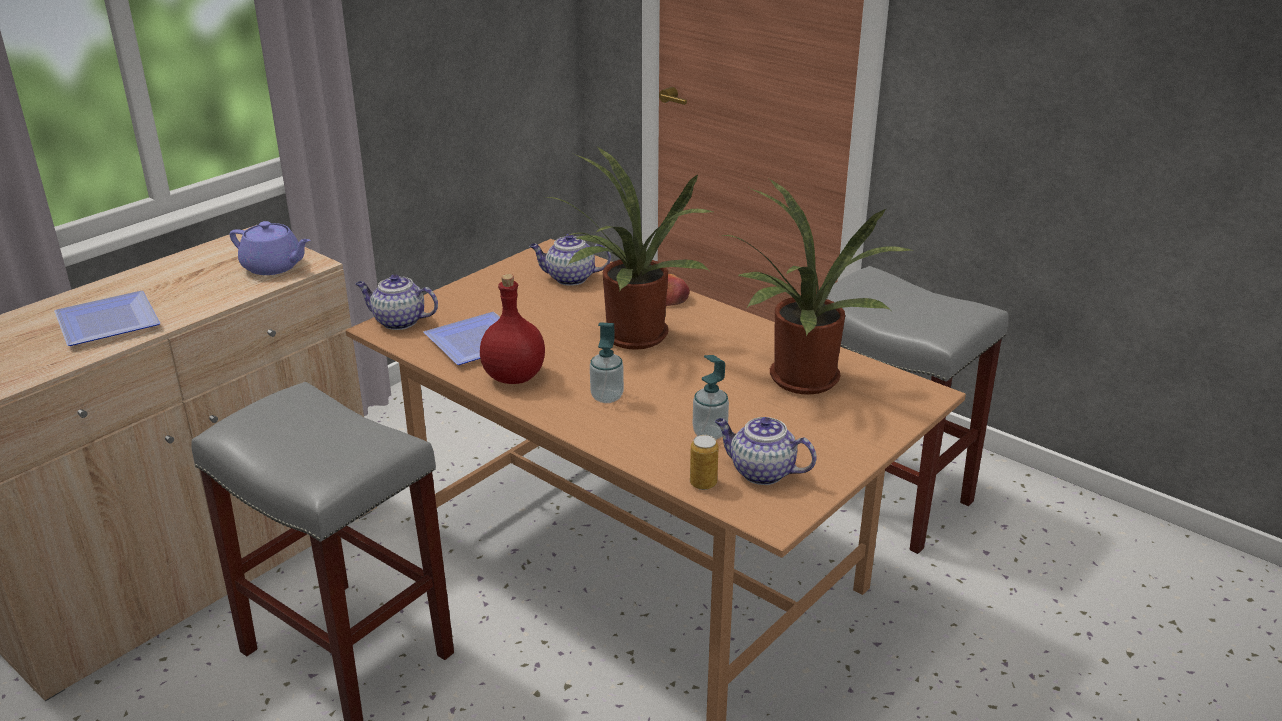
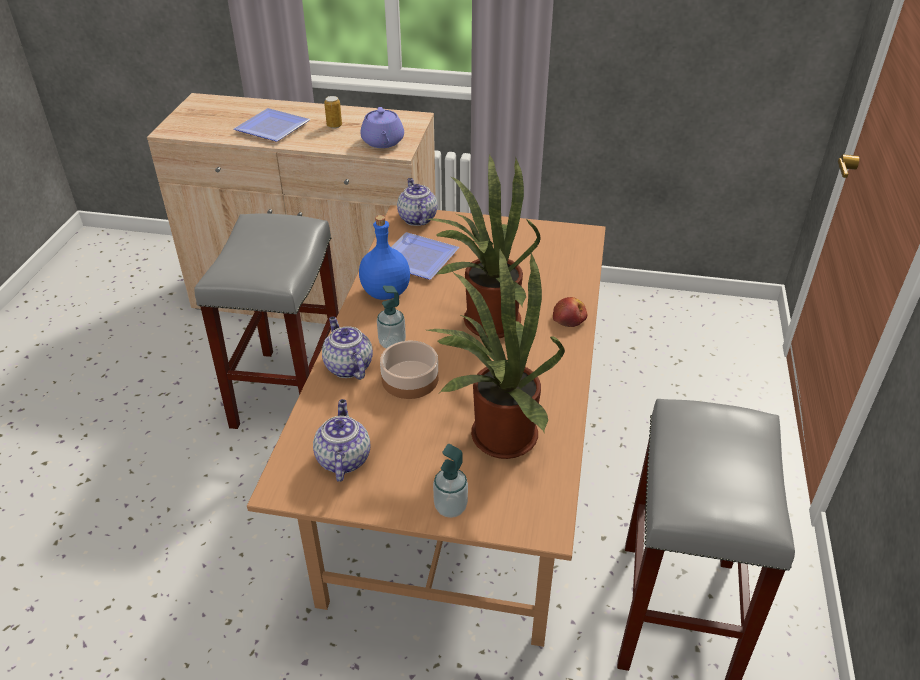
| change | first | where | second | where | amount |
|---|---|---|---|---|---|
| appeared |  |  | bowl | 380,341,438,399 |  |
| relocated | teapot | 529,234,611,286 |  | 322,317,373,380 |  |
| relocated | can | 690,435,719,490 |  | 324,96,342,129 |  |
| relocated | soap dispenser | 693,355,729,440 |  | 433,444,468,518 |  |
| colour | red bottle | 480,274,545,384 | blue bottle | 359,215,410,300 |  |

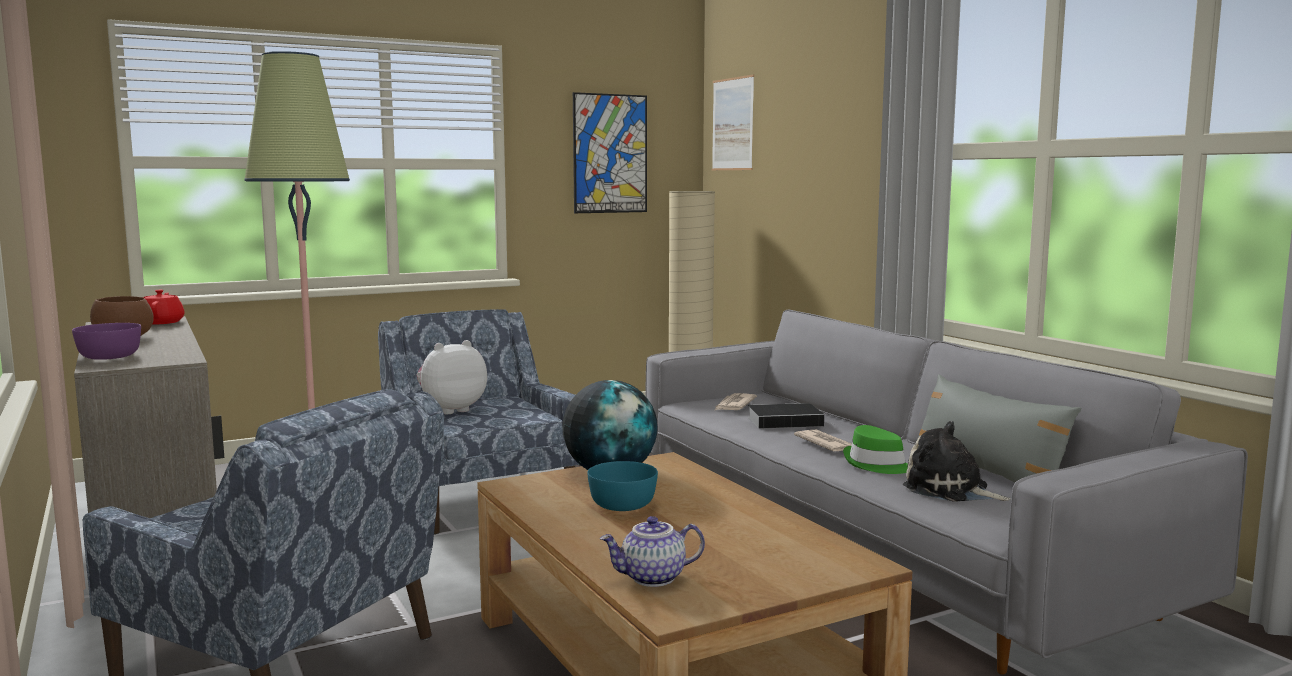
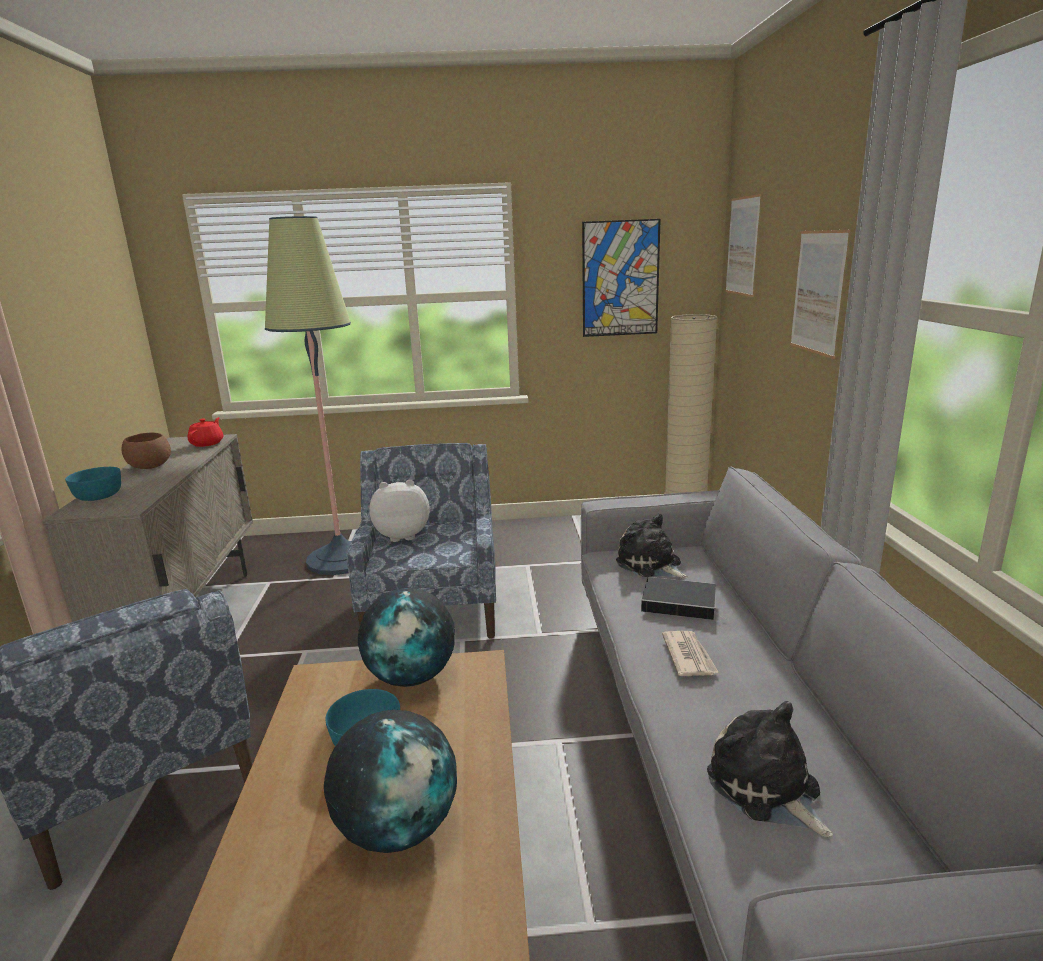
| change | first | where | second | where | amount |
|---|---|---|---|---|---|
| missing | teapot | 600,516,705,587 |  |  |  |
| missing | green hat | 843,425,908,474 |  |  |  |
| missing | grey pillow | 917,374,1081,482 |  |  |  |
| appeared |  |  | globe | 324,710,457,853 |  |
| appeared |  |  | picture | 790,230,850,359 |  |
| exchanged | newspaper | 715,393,757,410 | plush toy | 616,514,688,579 |  |
| colour | purple bowl | 72,323,141,360 | turquoise bowl | 65,467,121,501 |  |

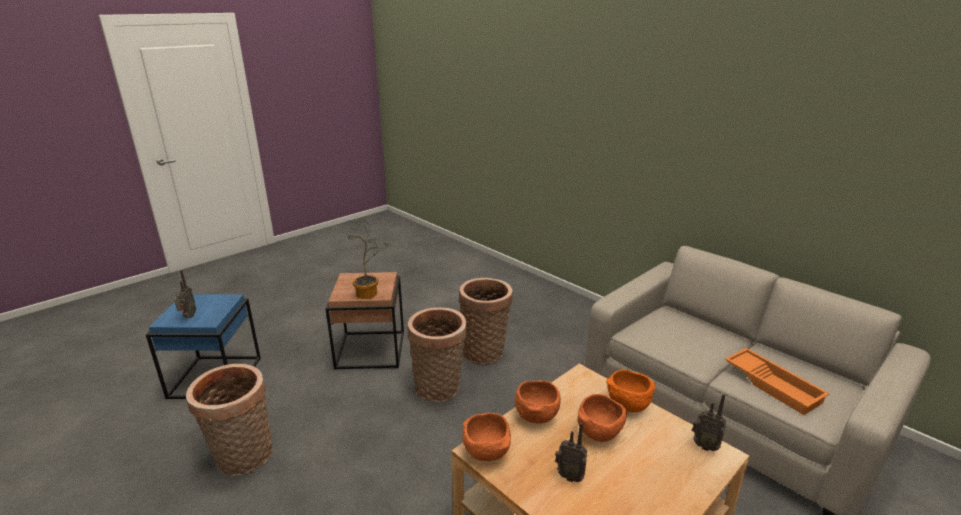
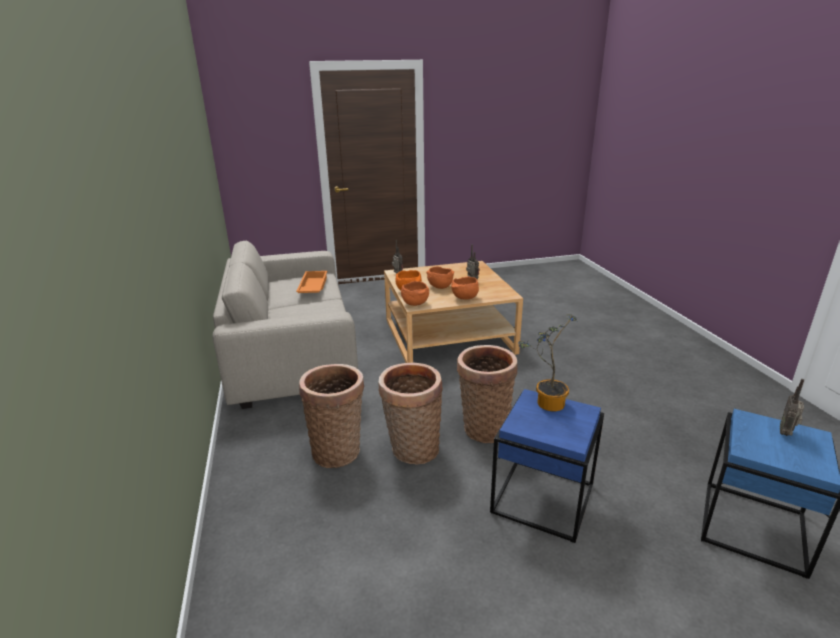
| change | first | where | second | where | amount |
|---|---|---|---|---|---|
| relocated | basket | 186,364,273,476 |  | 299,364,364,468 |  |
| relocated | orange bowl | 462,413,511,461 |  | 401,281,429,306 |  |
| colour | brown side table | 325,272,404,370 | blue side table | 490,389,604,543 |  |

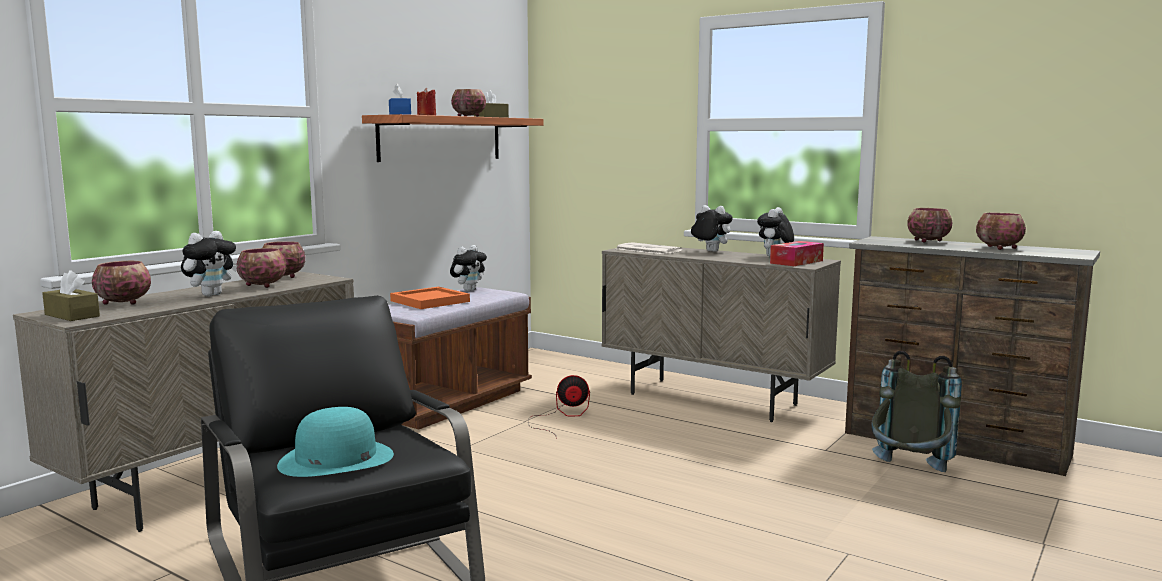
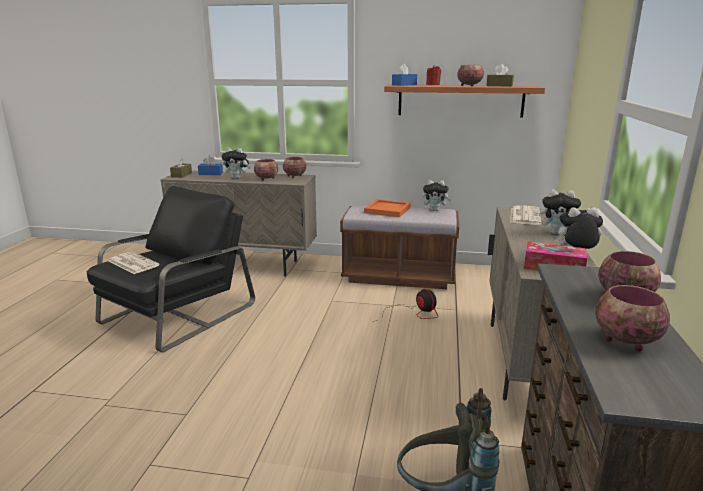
| change | first | where | second | where | amount |
|---|---|---|---|---|---|
| exchanged | bowl | 92,261,151,305 | blue tissue box | 198,156,223,175 |  |
| exchanged | turquoise hat | 277,407,394,477 | newspaper | 108,252,160,274 |  |
| spun | plush toy | 691,205,733,252 |  | 540,189,581,234 | 90 degrees clockwise |

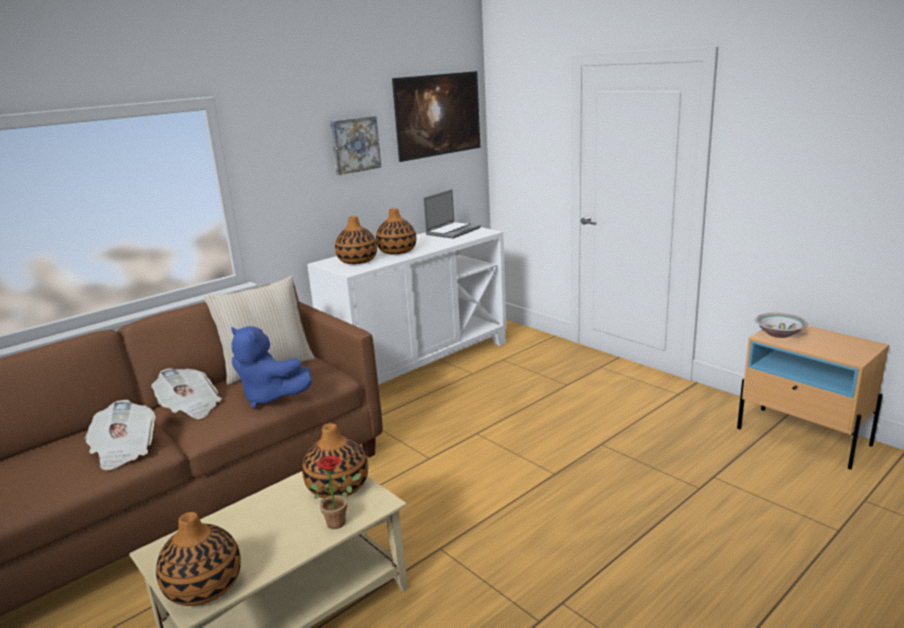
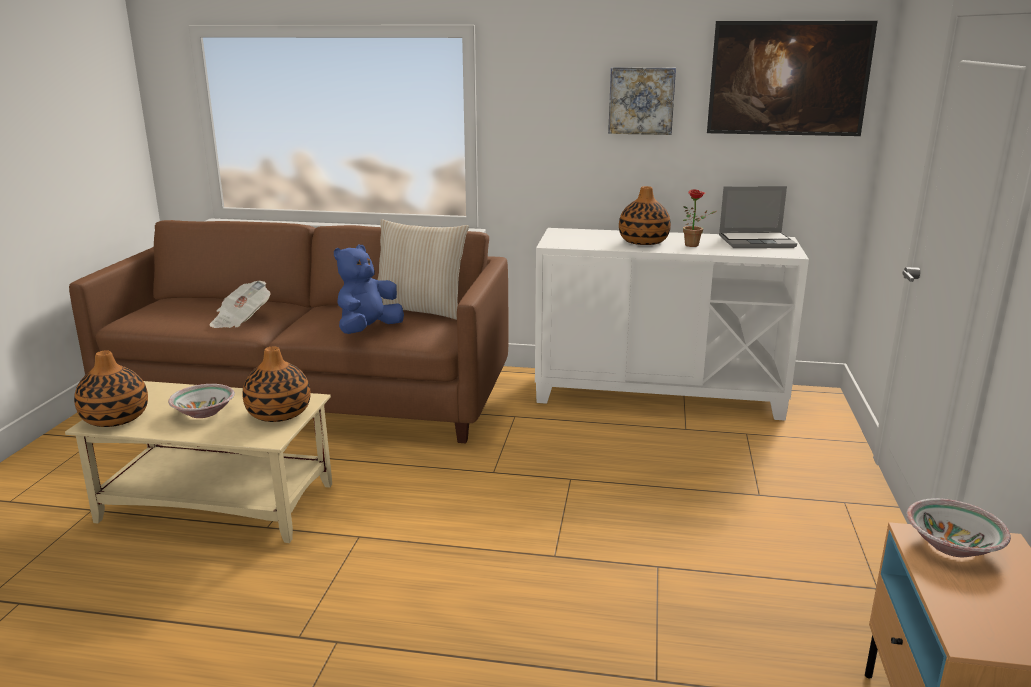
| change | first | where | second | where | amount |
|---|---|---|---|---|---|
| missing | newspaper | 152,368,221,419 |  |  |  |
| missing | vase | 335,216,377,264 |  |  |  |
| appeared |  |  | bowl | 168,384,235,418 |  |
| relocated | potted plant | 311,456,362,529 |  | 683,189,716,247 |  |
| spun | blue plush toy | 231,326,312,409 |  | 334,245,404,334 | 45 degrees clockwise |

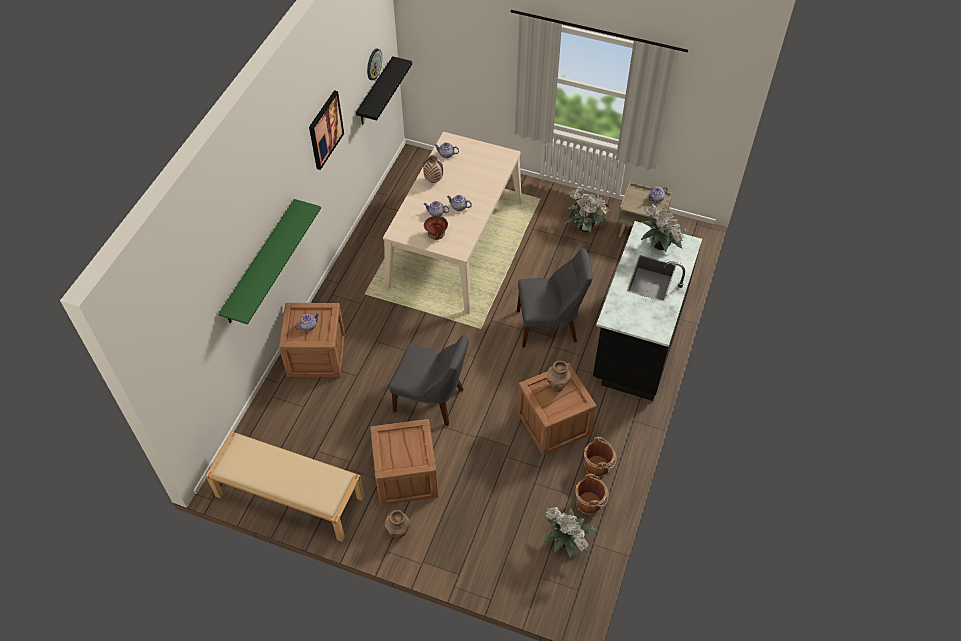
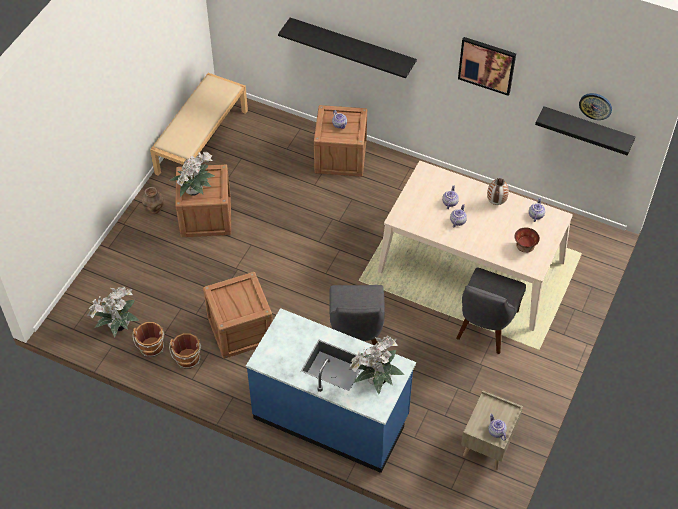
| change | first | where | second | where | amount |
|---|---|---|---|---|---|
| missing | brown vase | 547,361,572,392 |  |  |  |
| relocated | grey chair | 390,334,469,426 |  | 456,268,526,354 |  |
| relocated | bowl | 424,216,448,240 |  | 515,227,540,253 |  |
| relocated | potted plant | 566,187,609,232 |  | 170,152,214,197 |  |
| colour | green shelf | 218,199,321,325 | black shelf | 278,18,417,78 |  |
| colour | black counter | 593,221,702,401 | blue counter | 246,308,416,473 |  |

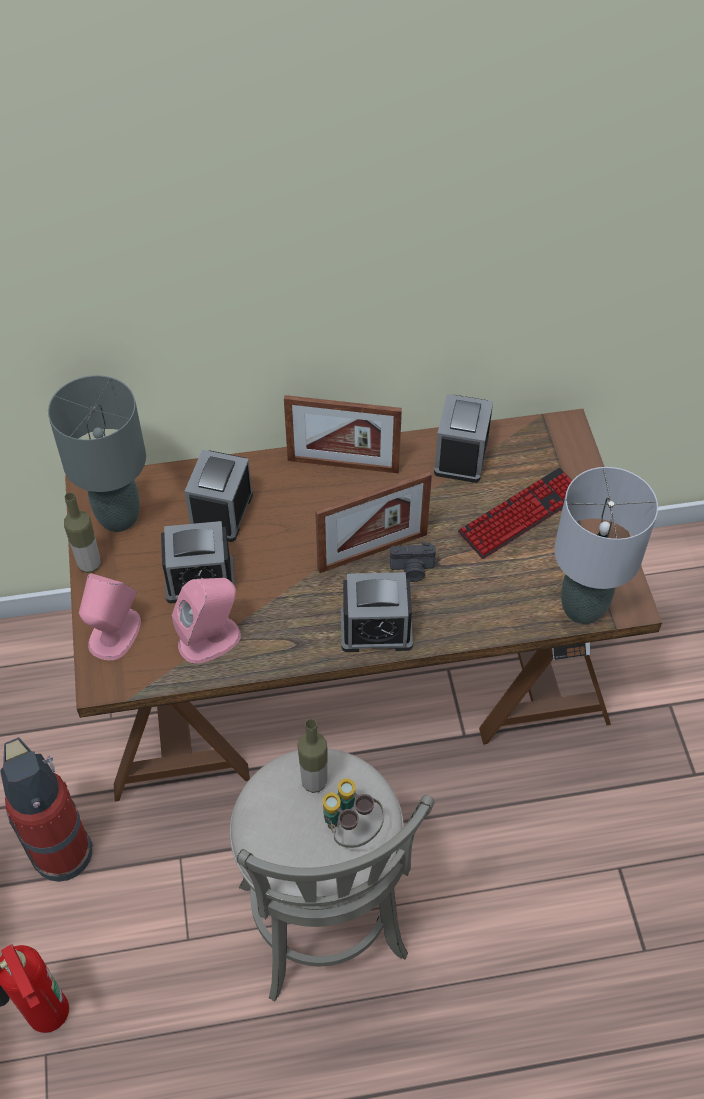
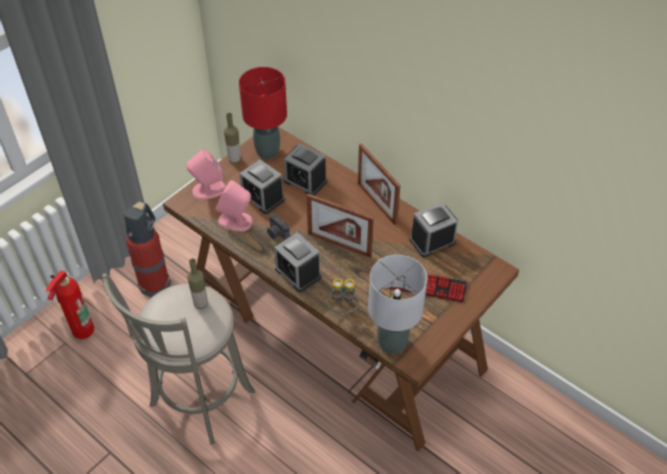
| change | first | where | second | where | amount |
|---|---|---|---|---|---|
| relocated | binoculars | 323,778,384,848 |  | 326,278,359,314 |  |
| relocated | photo camera | 390,542,436,582 |  | 267,213,290,239 |  |
| colour | grey table lamp | 48,375,146,532 | red table lamp | 239,67,287,159 |  |
| spun | alarm clock | 184,450,253,542 |  | 284,143,327,196 | 120 degrees counterclockwise |

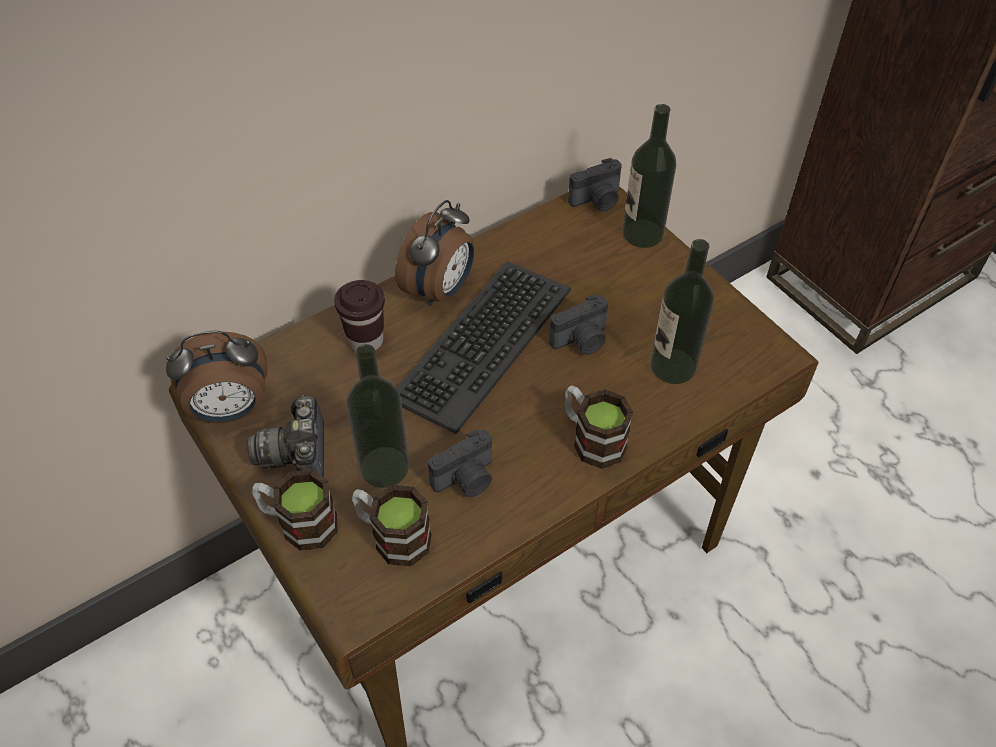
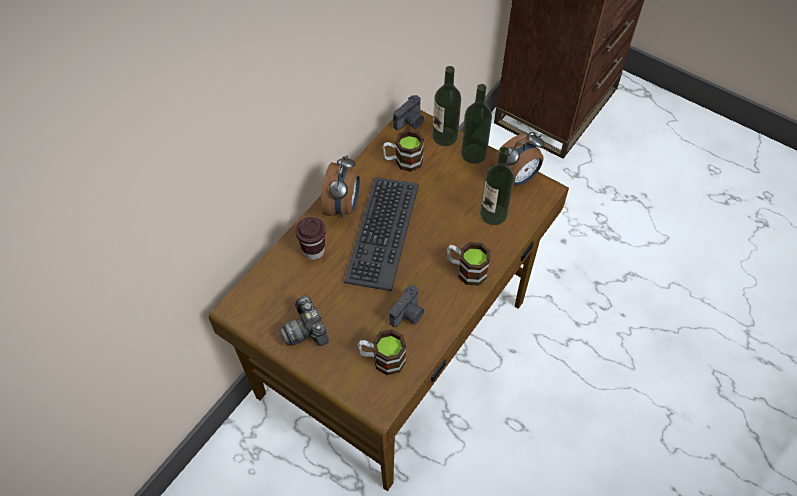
| change | first | where | second | where | amount |
|---|---|---|---|---|---|
| missing | photo camera | 549,294,608,355 |  |  |  |
| relocated | alarm clock | 166,330,268,423 |  | 490,132,545,186 |  |
| relocated | mug | 251,469,338,551 |  | 382,129,424,172 |  |
| relocated | bottle | 346,344,409,488 |  | 461,84,492,164 |  |

